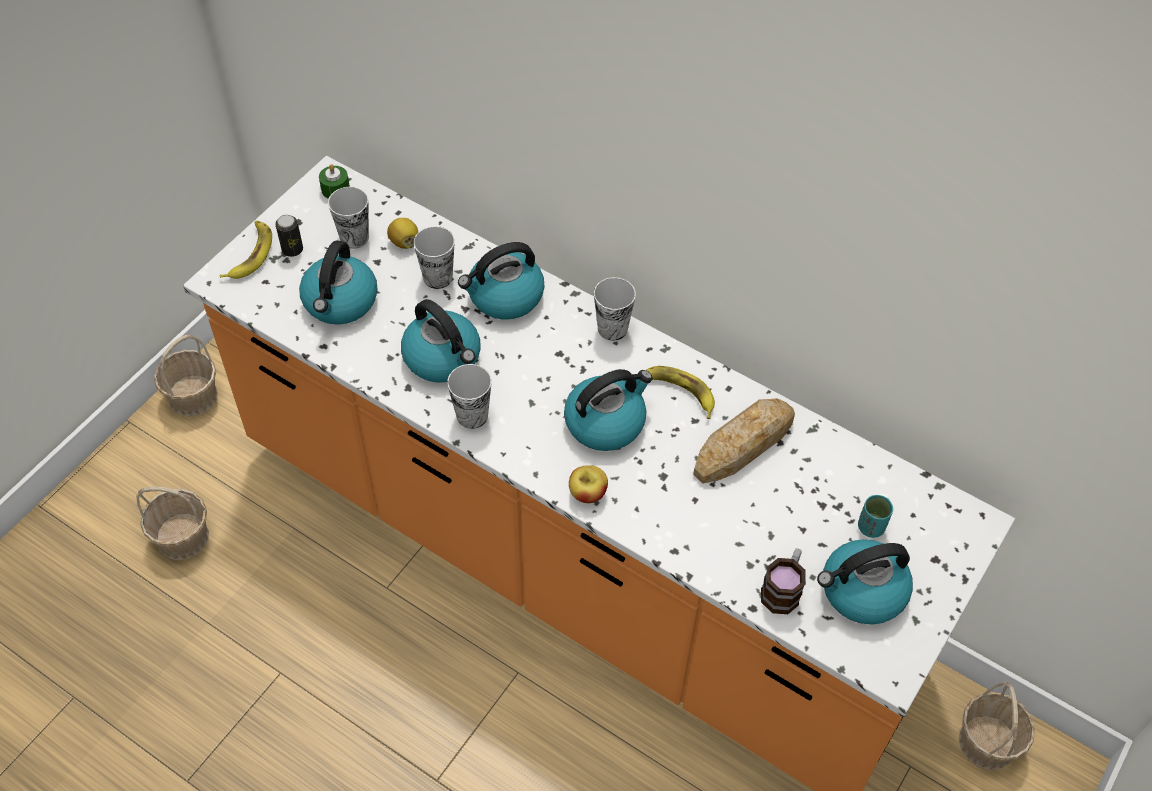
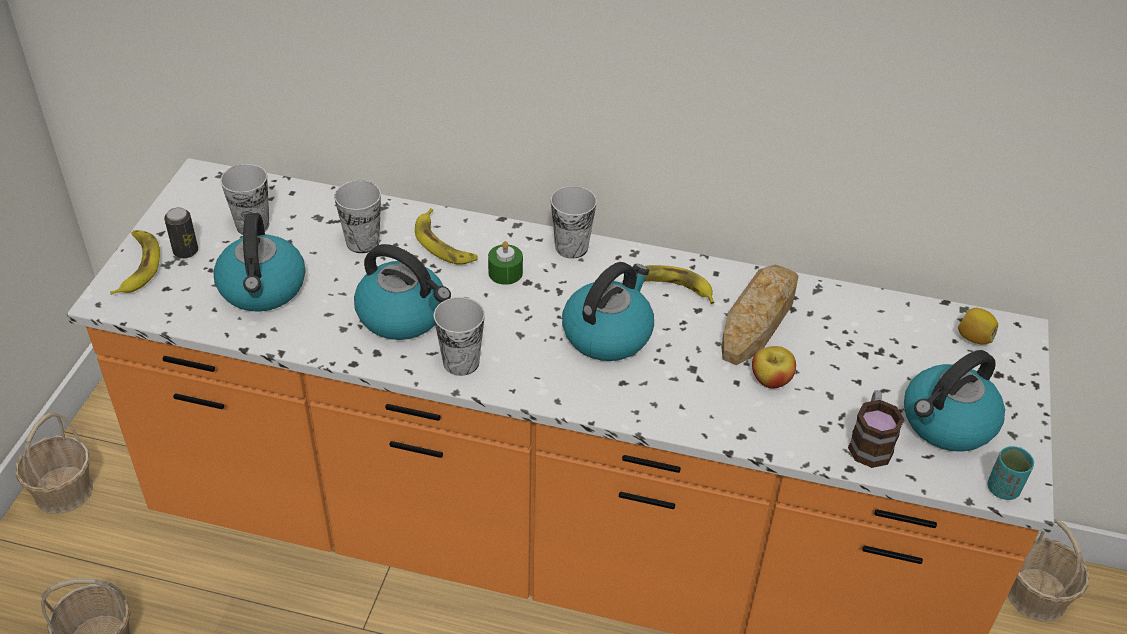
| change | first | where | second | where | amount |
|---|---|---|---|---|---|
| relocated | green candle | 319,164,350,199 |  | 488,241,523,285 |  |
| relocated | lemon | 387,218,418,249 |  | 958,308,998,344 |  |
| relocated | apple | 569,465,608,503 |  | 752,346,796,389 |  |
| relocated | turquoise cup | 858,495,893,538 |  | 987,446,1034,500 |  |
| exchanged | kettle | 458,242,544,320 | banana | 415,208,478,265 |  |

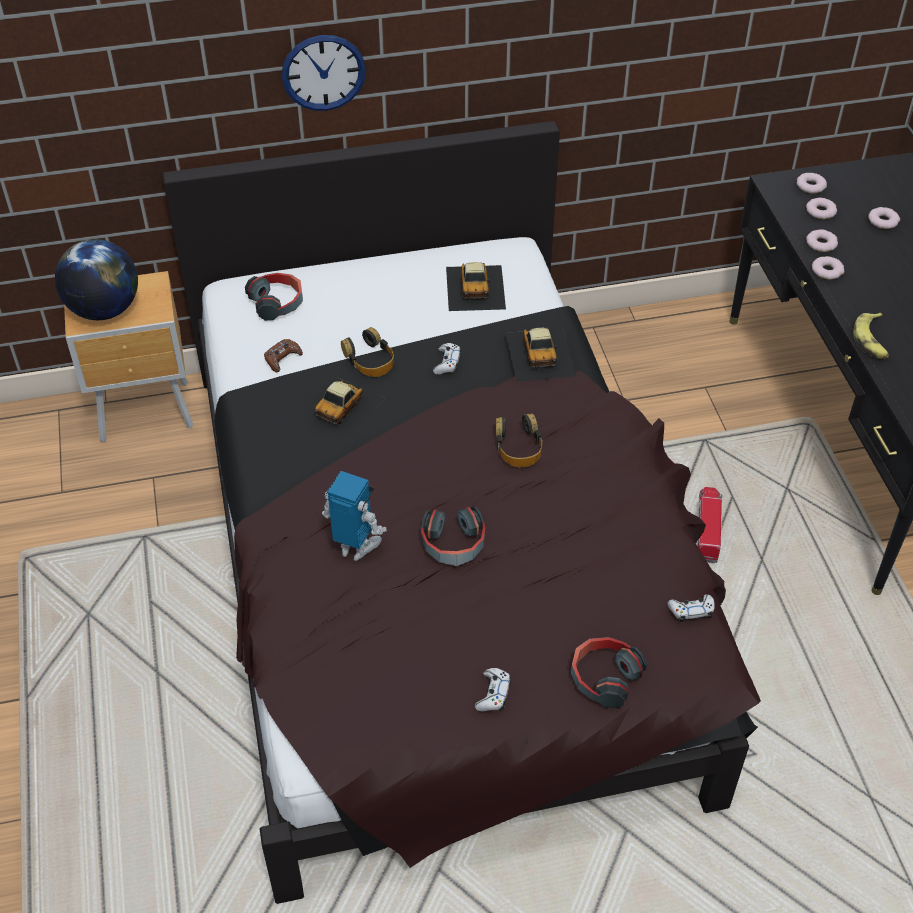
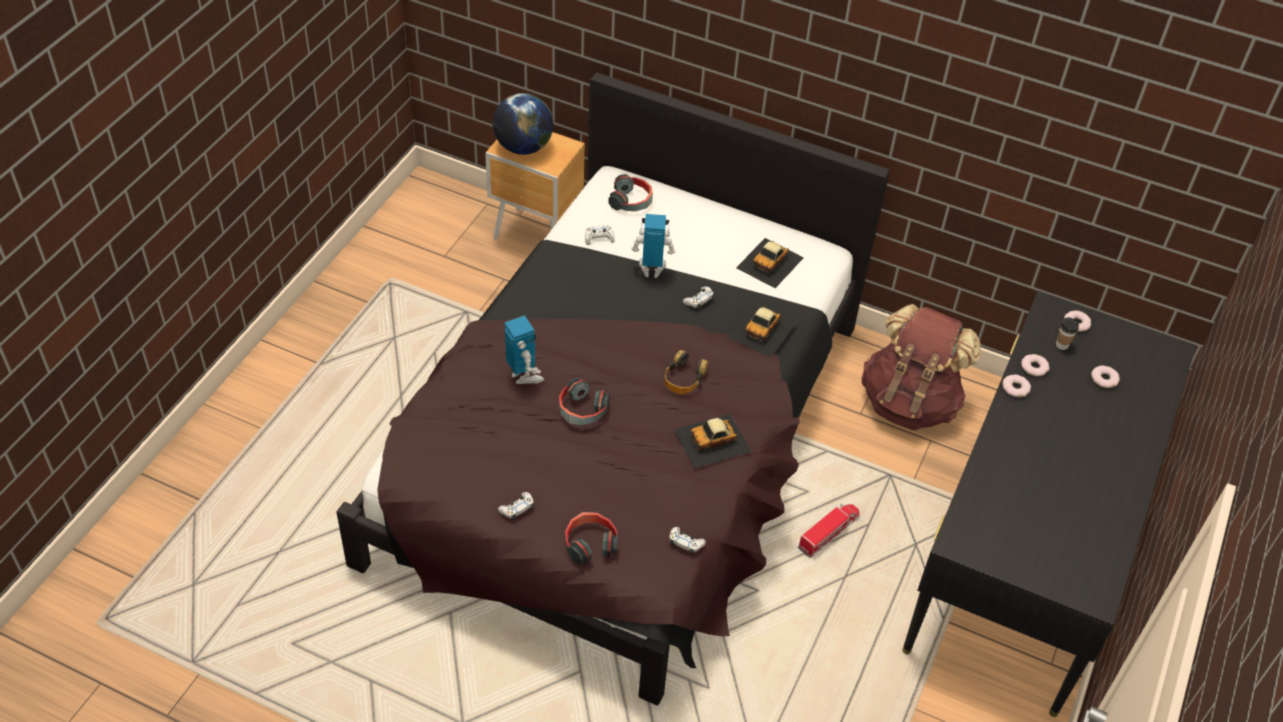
| change | first | where | second | where | amount |
|---|---|---|---|---|---|
| missing | wall clock | 282,35,366,111 |  |  |  |
| missing | banana | 853,313,889,359 |  |  |  |
| appeared |  |  | brown backpack | 862,304,981,430 |  |
| relocated | toy car | 294,376,385,444 |  | 674,414,751,469 |  |
| exchanged | headphones | 341,327,394,377 | toy robot | 631,214,675,278 |  |
| exchanged | donut | 806,198,837,219 | cup | 1056,317,1079,350 |  |
| colour | brown game controller | 264,339,303,372 | white game controller | 585,225,615,245 |  |

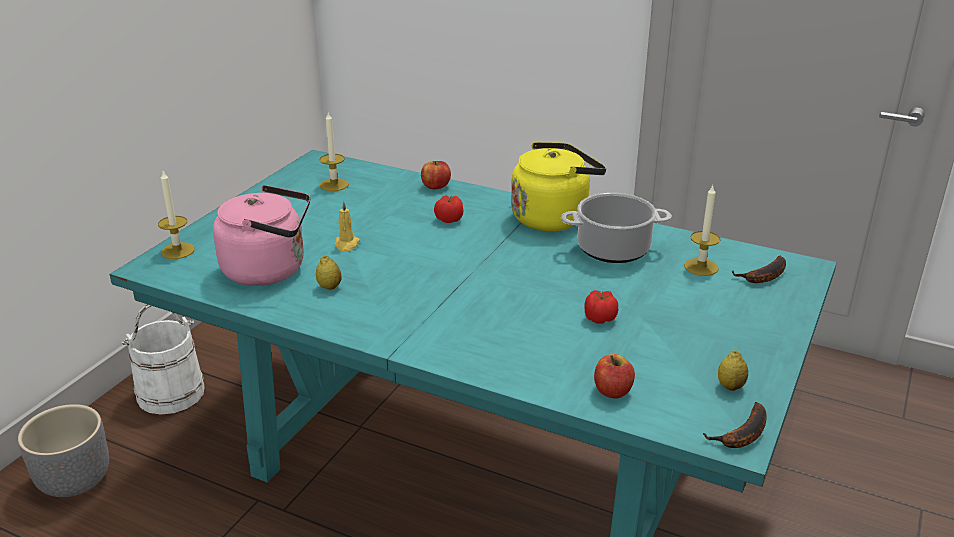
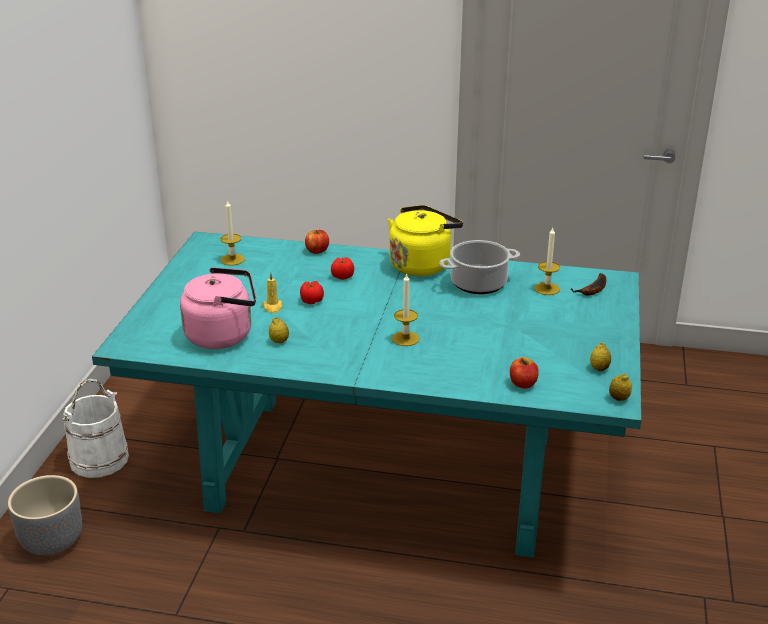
| change | first | where | second | where | amount |
|---|---|---|---|---|---|
| relocated | candle | 158,171,195,259 |  | 392,273,420,346 |  |
| relocated | tomato | 584,290,618,324 |  | 300,281,324,304 |  |
| exchanged | banana | 703,402,766,448 | lemon | 609,374,632,401 |  |

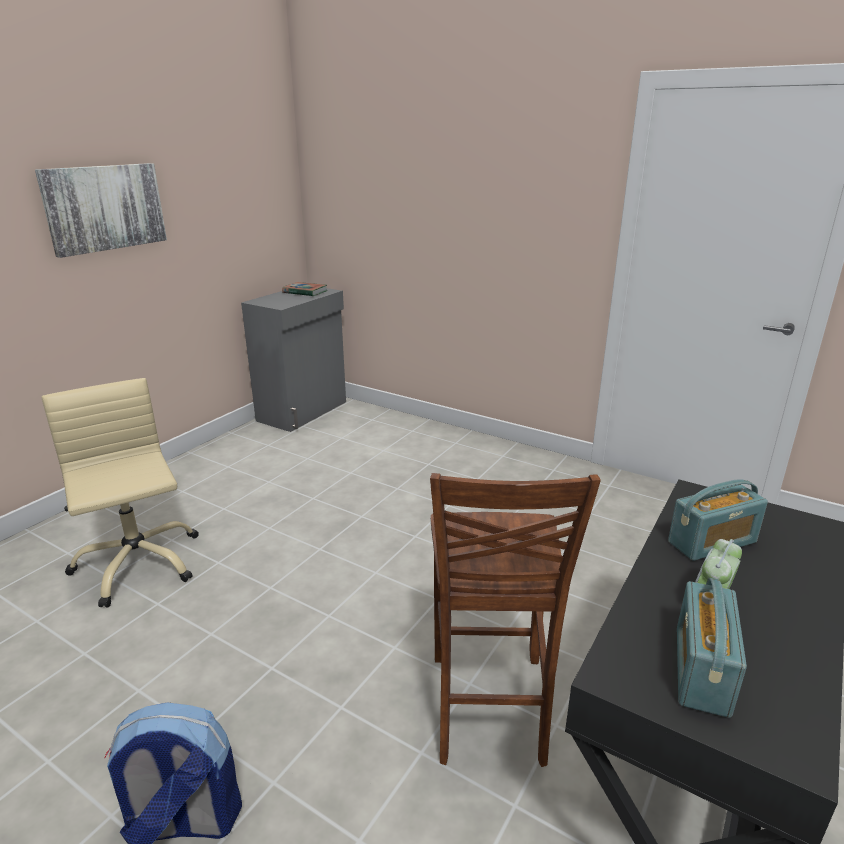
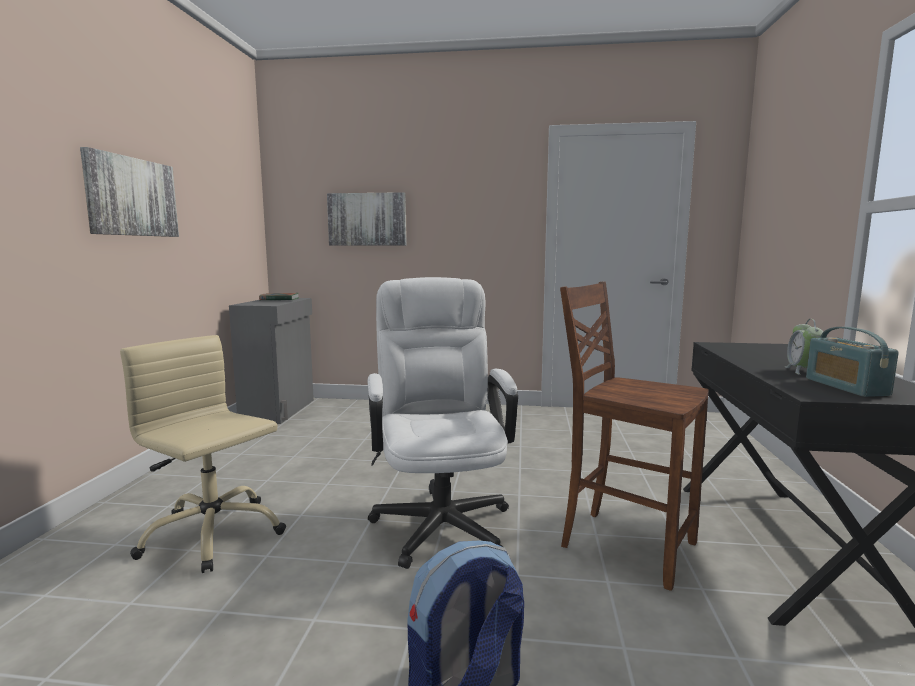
| change | first | where | second | where | amount |
|---|---|---|---|---|---|
| missing | radio | 668,479,768,561 |  |  |  |
| appeared |  |  | picture | 327,192,407,246 |  |
| appeared |  |  | white office chair | 368,277,518,569 |  |
| spun | brown chair | 430,473,601,767 |  | 560,281,709,591 | 150 degrees clockwise |

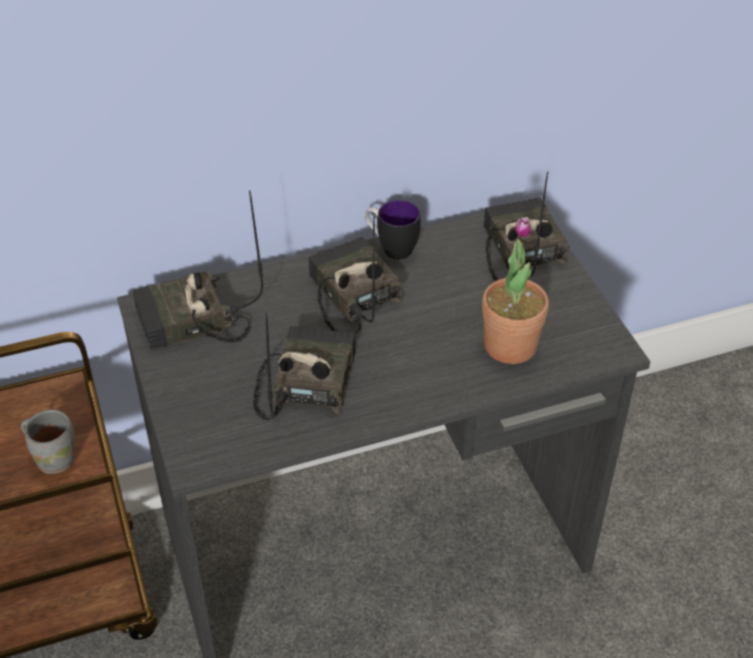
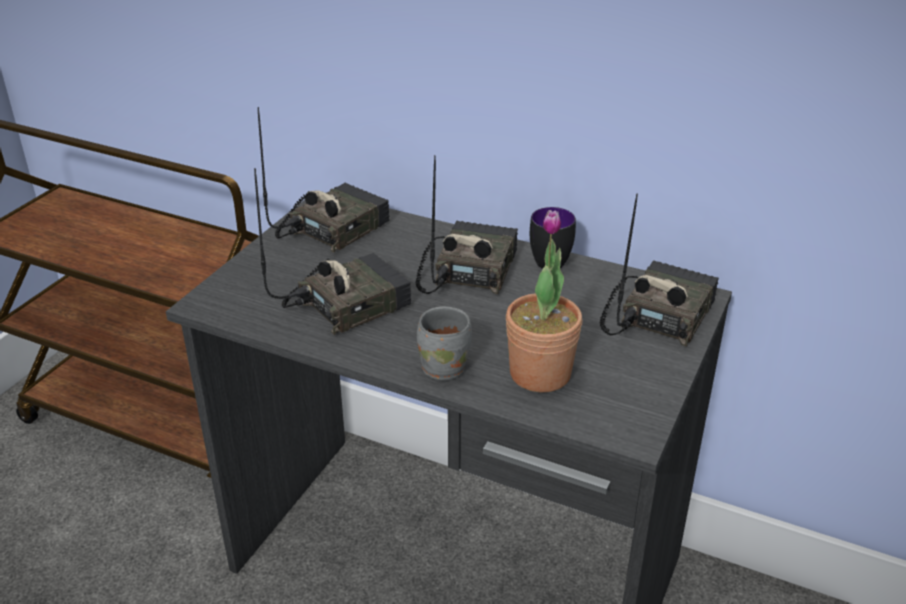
| change | first | where | second | where | amount |
|---|---|---|---|---|---|
| relocated | grey mug | 21,410,75,474 |  | 417,306,472,380 |  |
| spun | radio | 133,190,263,350 |  | 257,107,389,253 | 105 degrees clockwise |

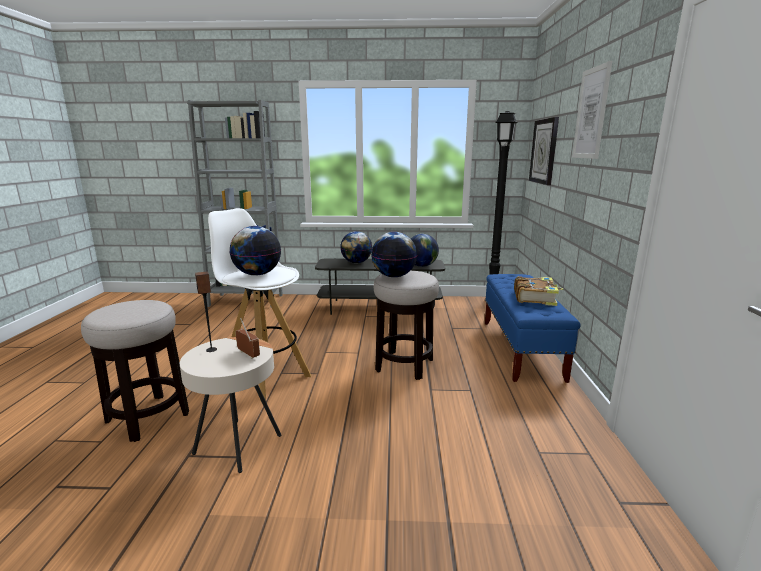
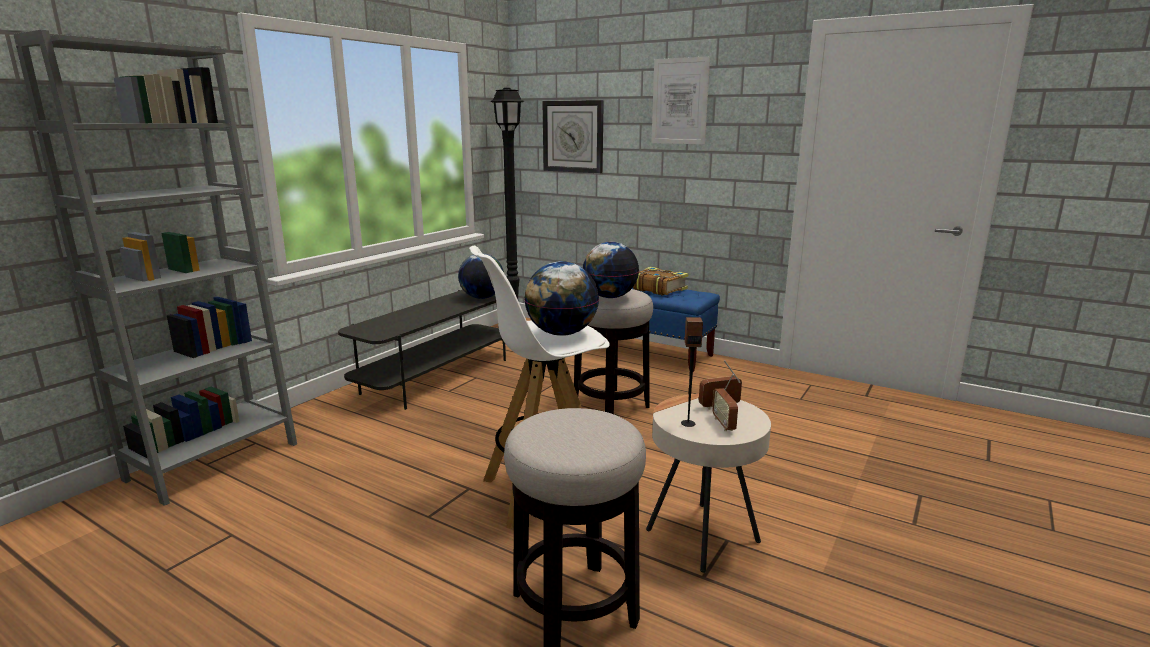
| change | first | where | second | where | amount |
|---|---|---|---|---|---|
| missing | globe | 340,231,372,263 |  |  |  |
| appeared |  |  | radio | 712,374,738,431 |  |

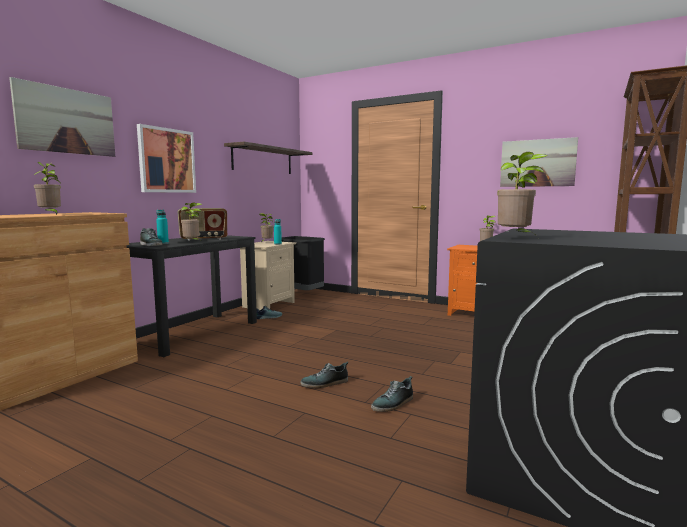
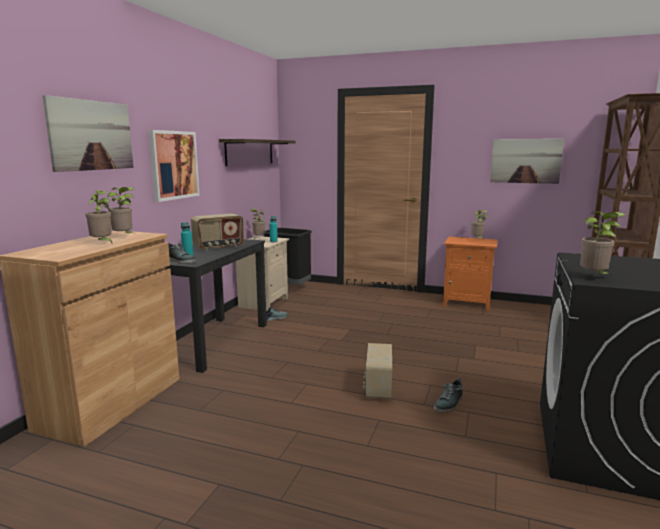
| change | first | where | second | where | amount |
|---|---|---|---|---|---|
| relocated | potted plant | 181,203,202,240 |  | 108,187,136,234 |  |
| exchanged | shoe | 300,361,348,388 | radio | 363,343,392,399 |  |

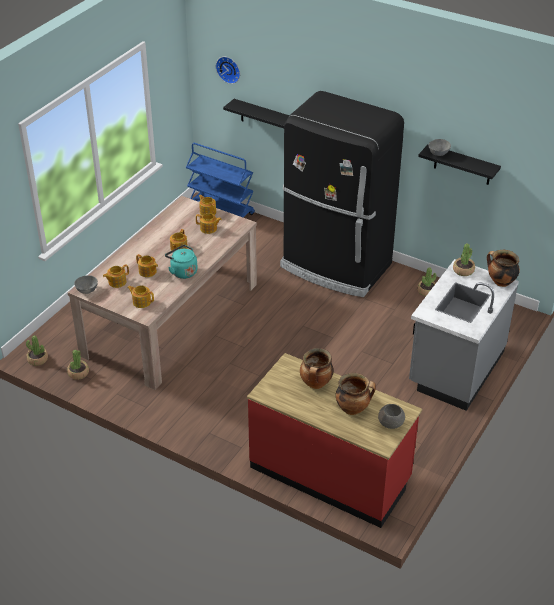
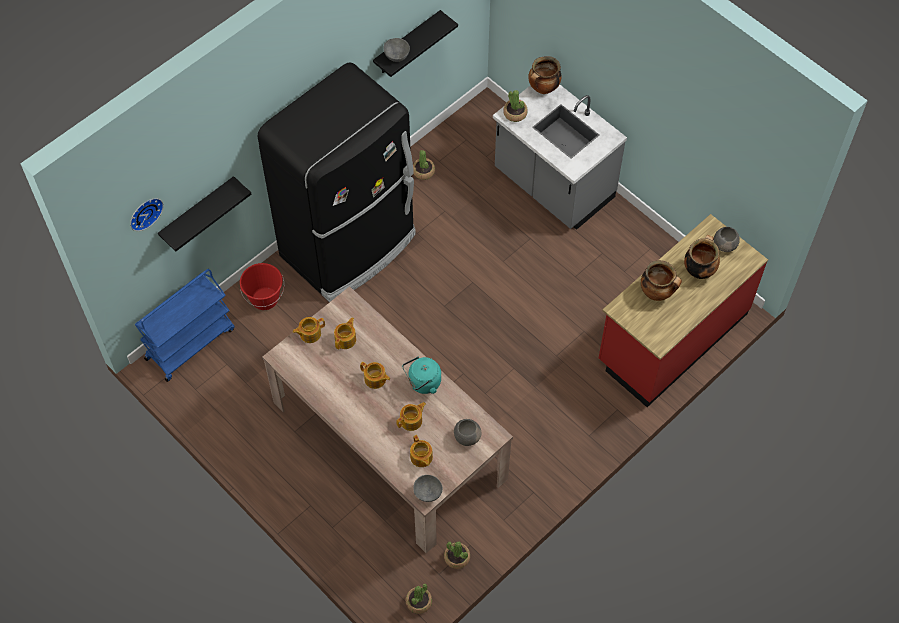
| change | first | where | second | where | amount |
|---|---|---|---|---|---|
| appeared |  |  | red bucket | 240,263,284,310 |  |
| exchanged | teapot | 127,286,154,308 | grey bowl | 454,419,481,446 |  |

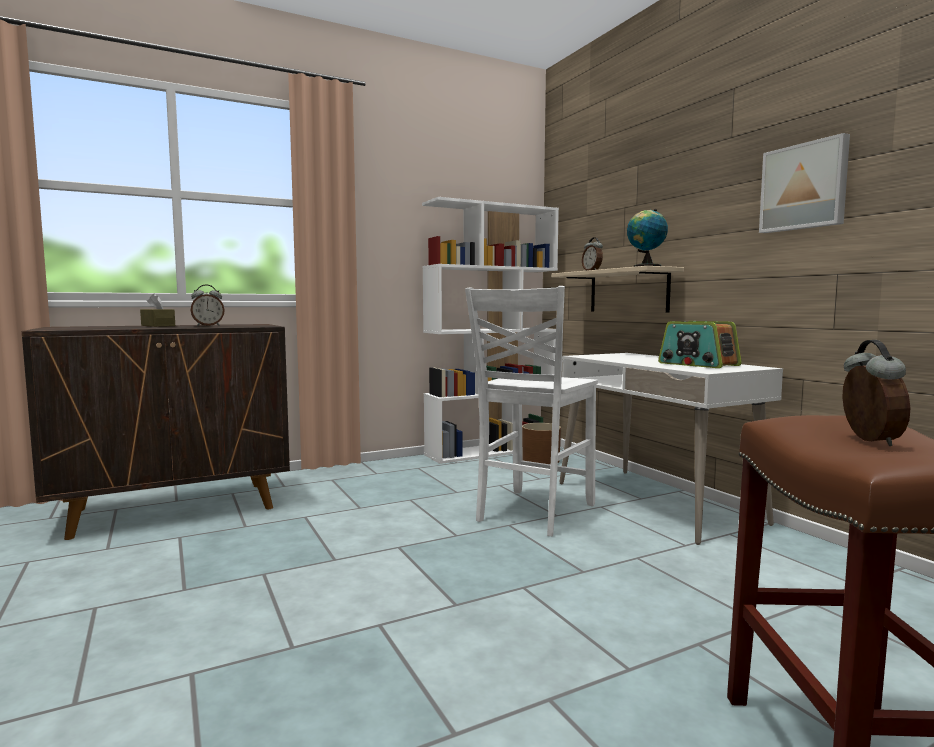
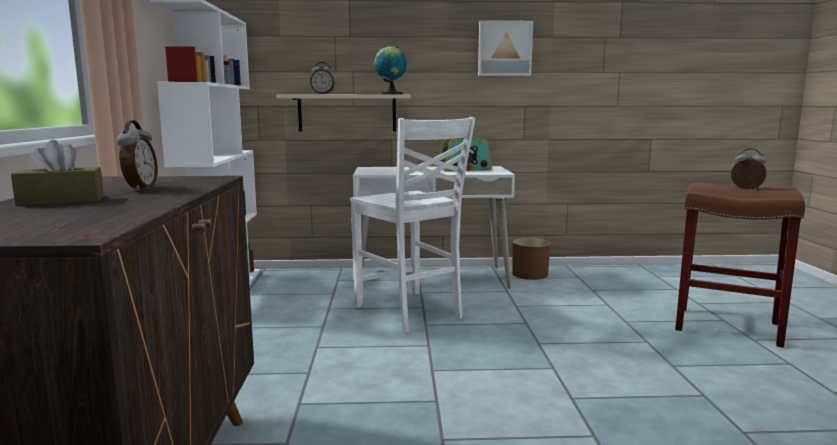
| change | first | where | second | where | amount |
|---|---|---|---|---|---|
| relocated | brown planter | 522,423,561,464 |  | 512,238,550,280 |  |

